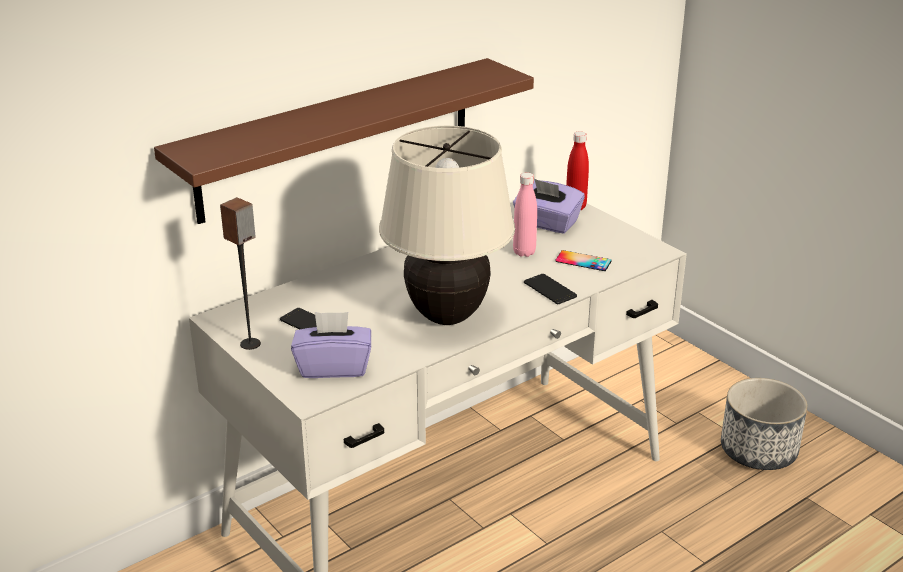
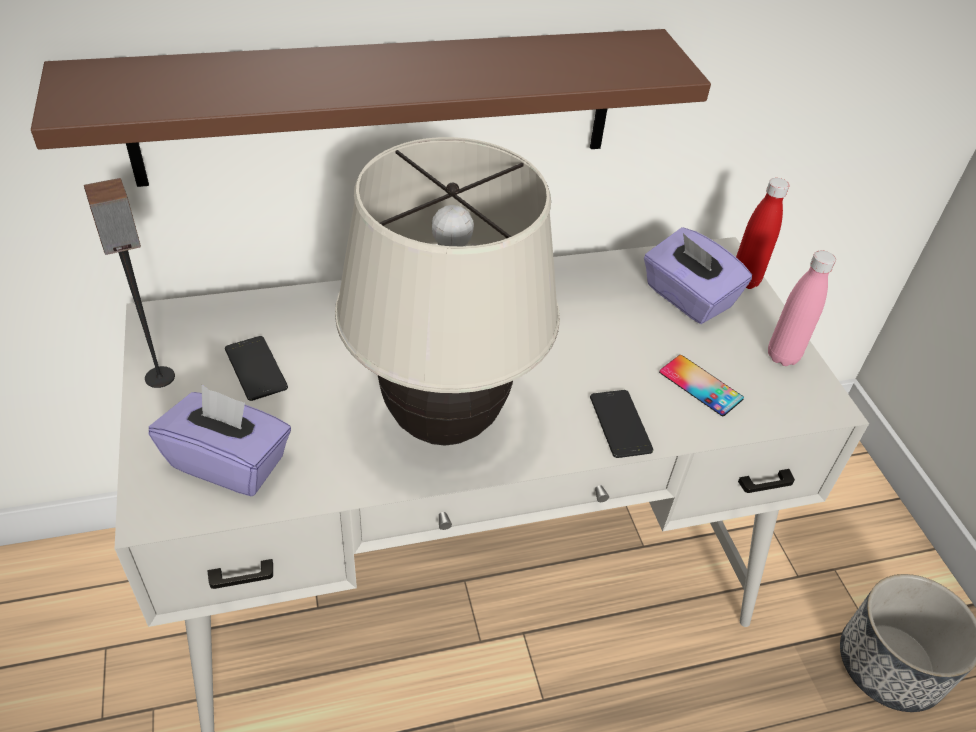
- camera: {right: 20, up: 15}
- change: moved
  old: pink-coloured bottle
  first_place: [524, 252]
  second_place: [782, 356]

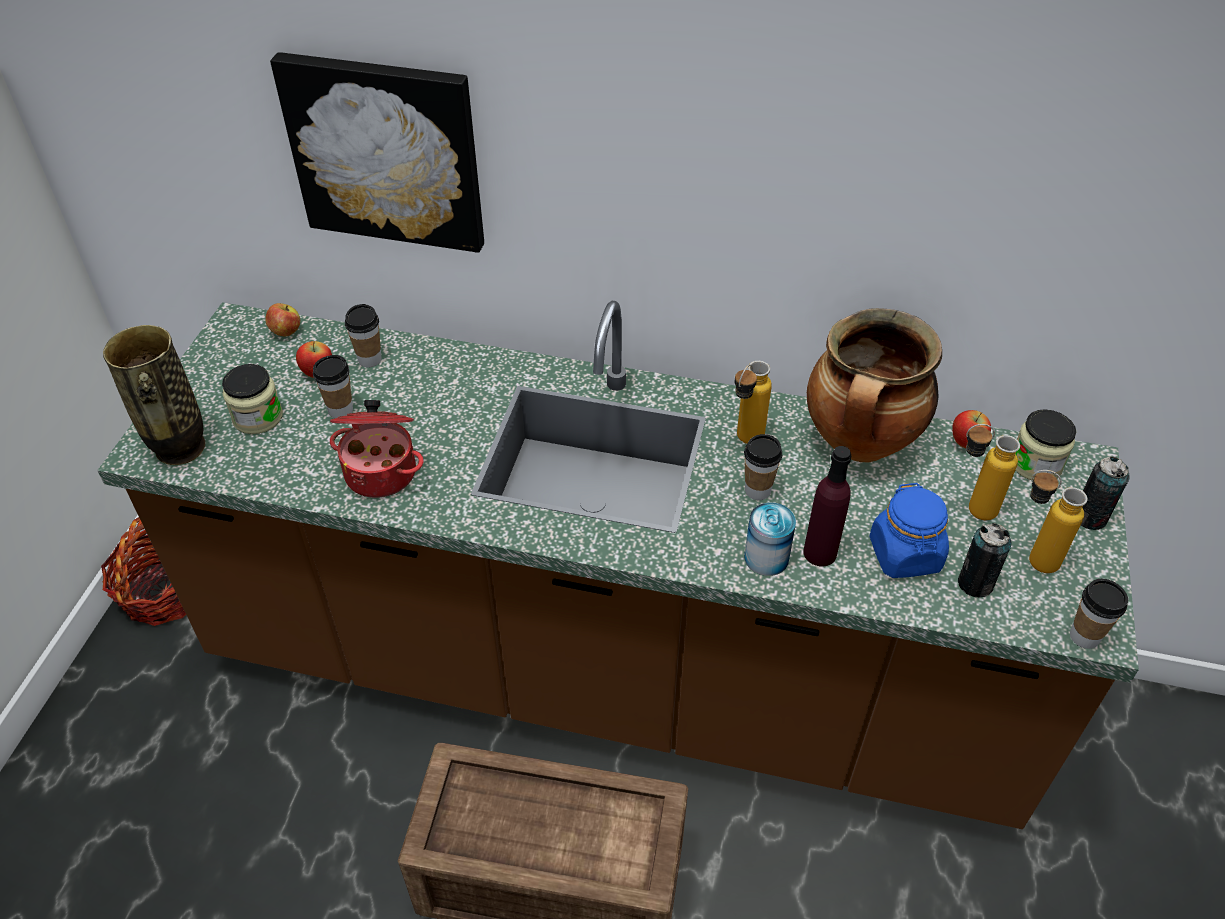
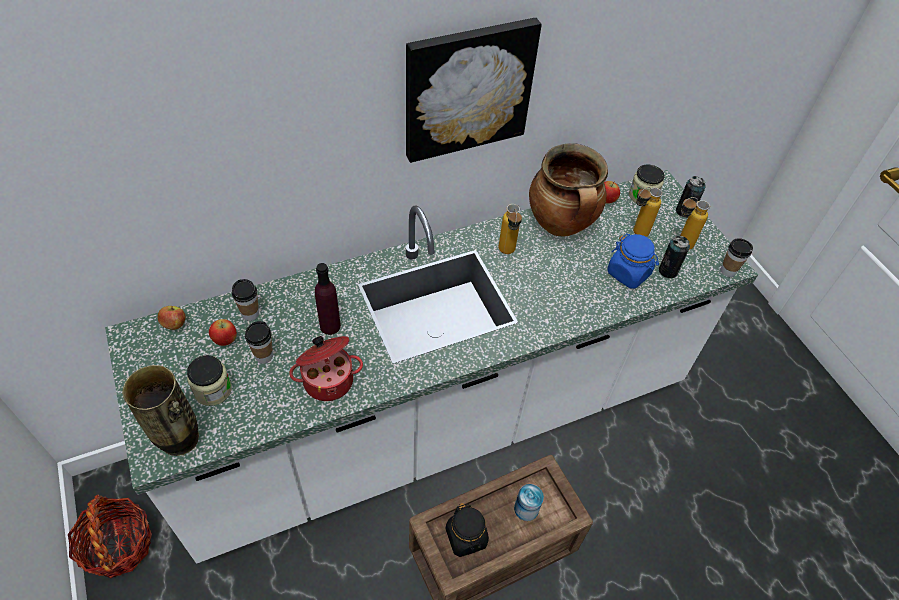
- camera: {right: -40, up: 5}
- change: recoloured
  old: brown kitchen counter
  new: white kitchen counter
  first_place: [612, 676]
  second_place: [439, 423]
- change: moved
  old: purplish bottle
  first_place: [820, 553]
  second_place: [330, 326]
- change: moved
  old: wall art
  first_place: [387, 151]
  second_place: [467, 88]
- change: added
  new: black preserve jar
  second_place: [466, 537]
- change: moved
  old: can
  first_place: [766, 558]
  second_place: [526, 509]
- change: removed
  old: small cup
  first_place: [757, 490]

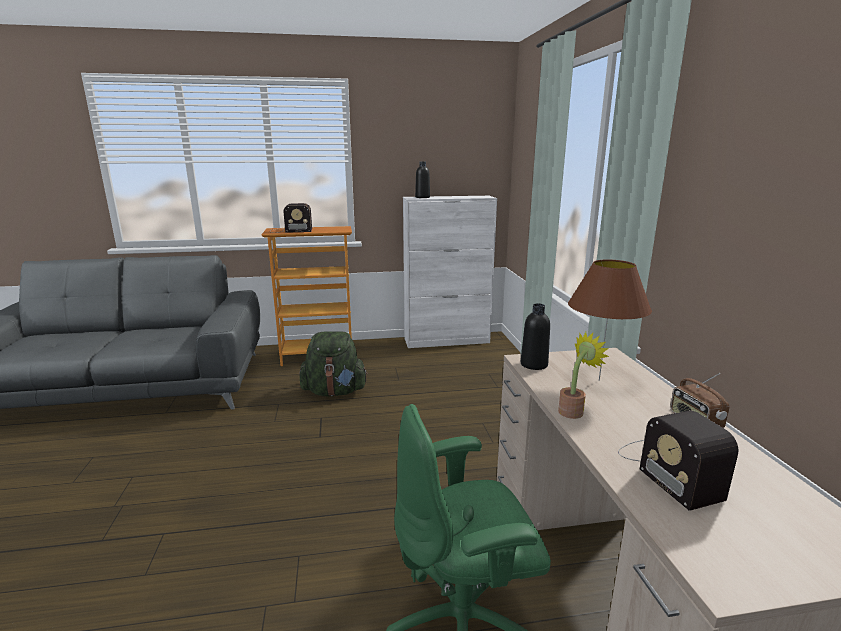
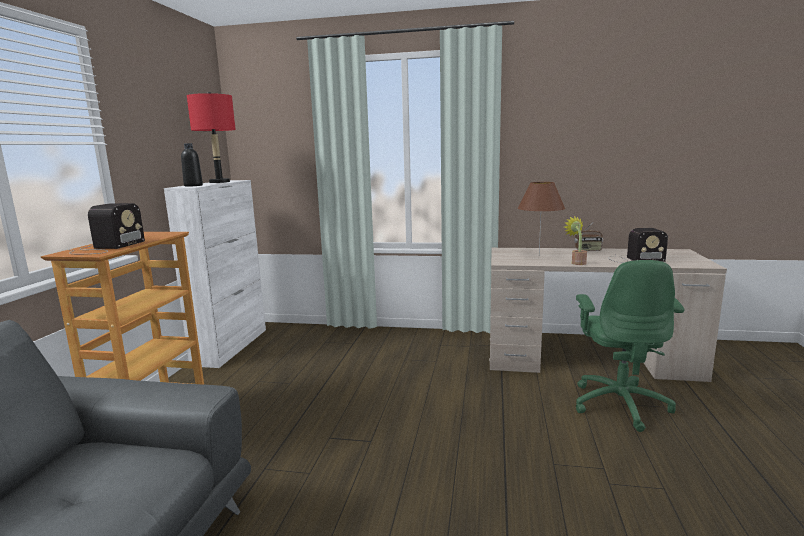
- camera: {right: -70, up: -5}
- change: added
  new: red table lamp
  second_place: [219, 182]
- change: removed
  old: green-coloured knapsack
  first_place: [334, 391]
- change: removed
  old: black bottle
  first_place: [534, 364]

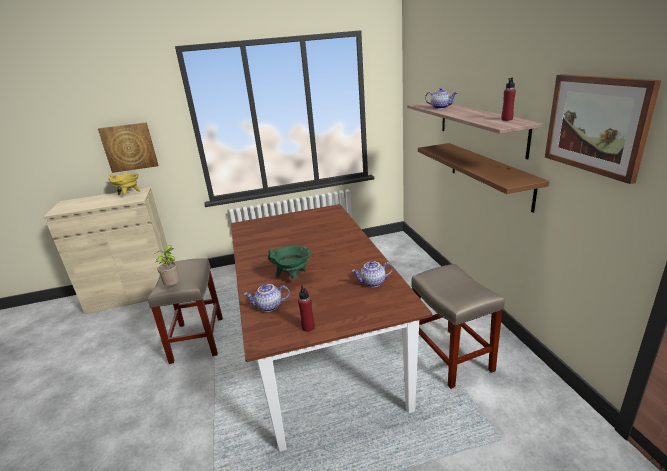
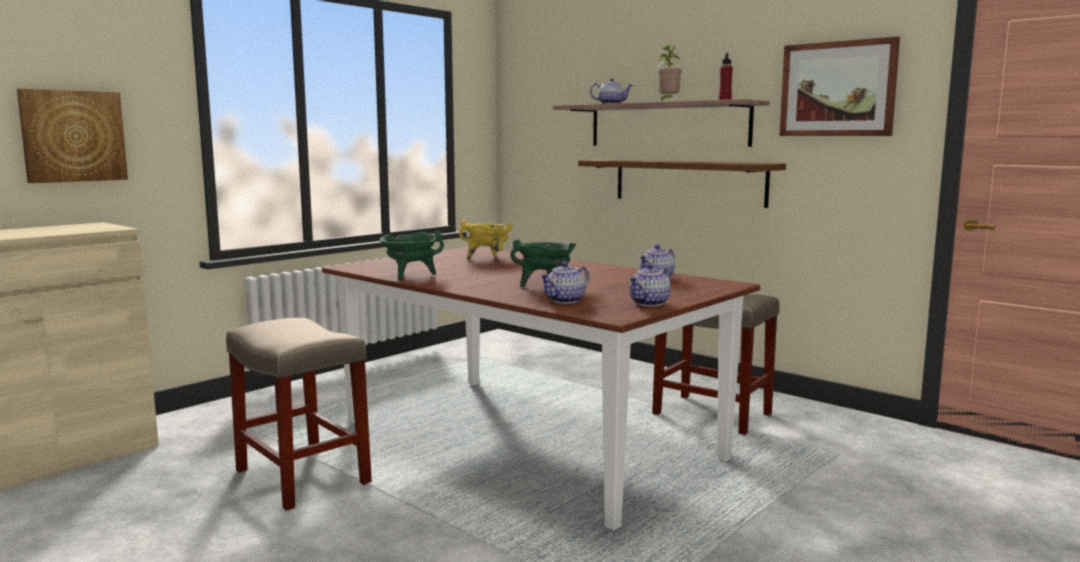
- camera: {right: -35, up: -15}
- change: added
  new: green-coloured cooking pot
  second_place: [411, 276]
- change: moved
  old: yellow-coloured cooking pot
  first_place: [128, 194]
  second_place: [488, 258]
- change: replaced
  old: red bottle
  new: pot for tea
  first_place: [308, 327]
  second_place: [650, 303]
- change: moved
  old: potted plant
  first_place: [174, 286]
  second_place: [668, 101]

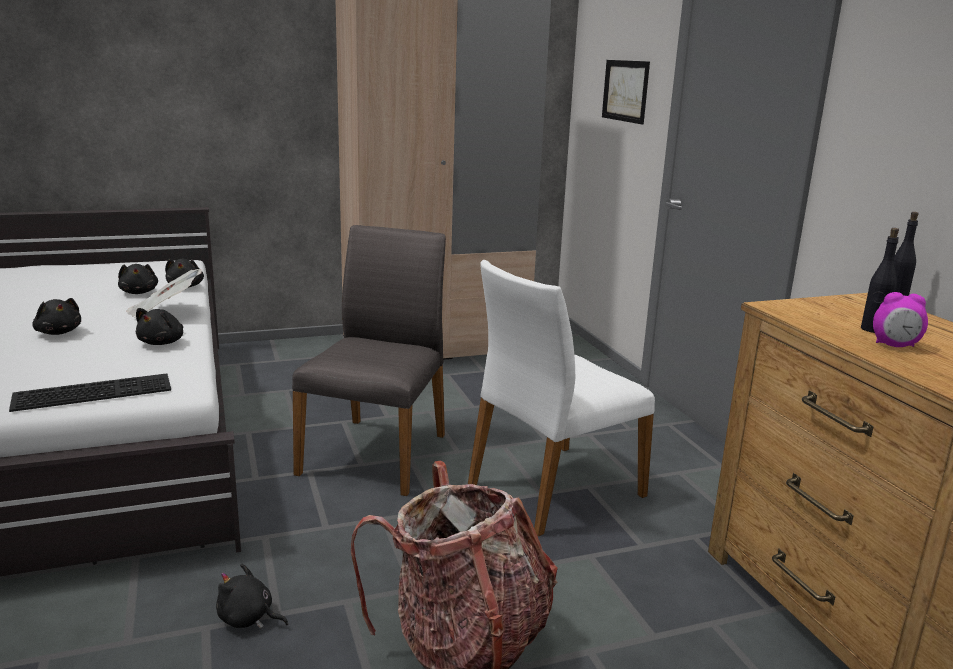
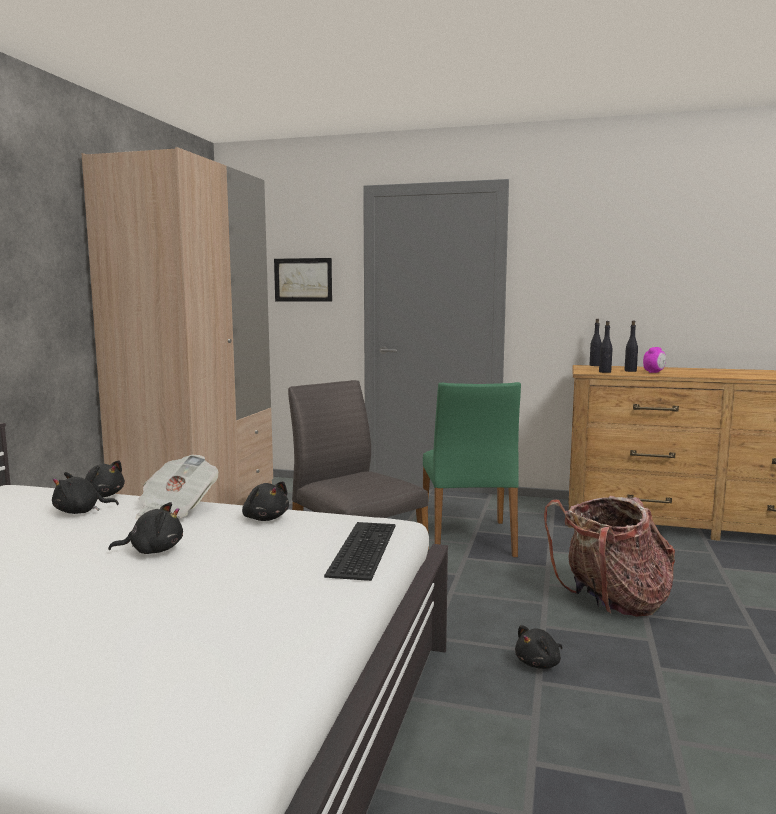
- camera: {right: -55, up: -10}
- change: turned
  old: black plush toy
  first_place: [139, 292]
  second_place: [80, 512]
  degrees: 150
- change: recoloured
  old: white upright chair
  new: green-coloured upright chair
  first_place: [552, 489]
  second_place: [468, 539]
- change: added
  new: black bottle
  second_place: [605, 372]

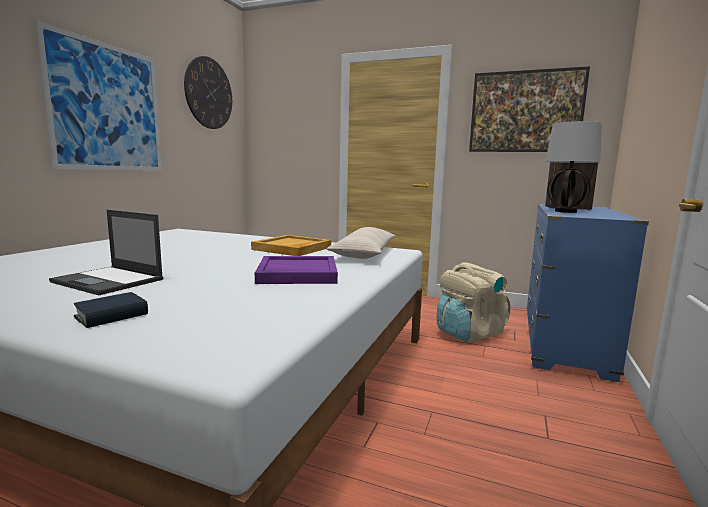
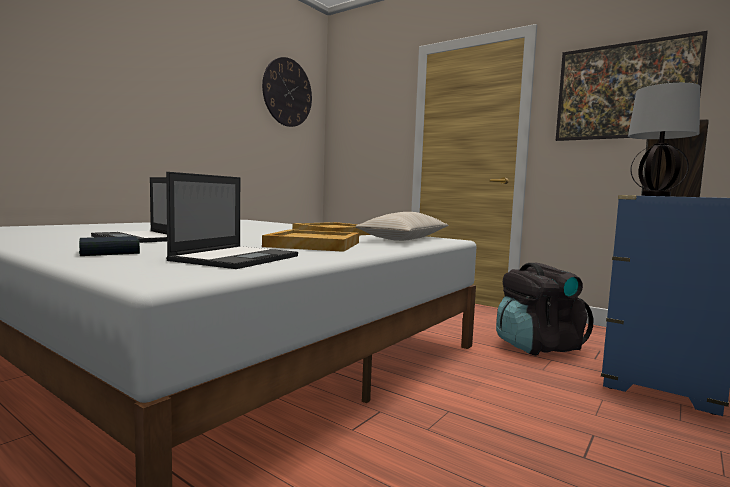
- camera: {right: 15, up: -5}
- change: added
  new: laptop
  second_place: [237, 258]
- change: recoloured
  old: purplish serving tray
  new: sand-coloured serving tray
  first_place: [297, 274]
  second_place: [312, 244]
- change: recoloured
  old: sand-coloured knapsack
  new: black knapsack
  first_place: [468, 333]
  second_place: [537, 346]
- change: removed
  old: wall art
  first_place: [107, 108]

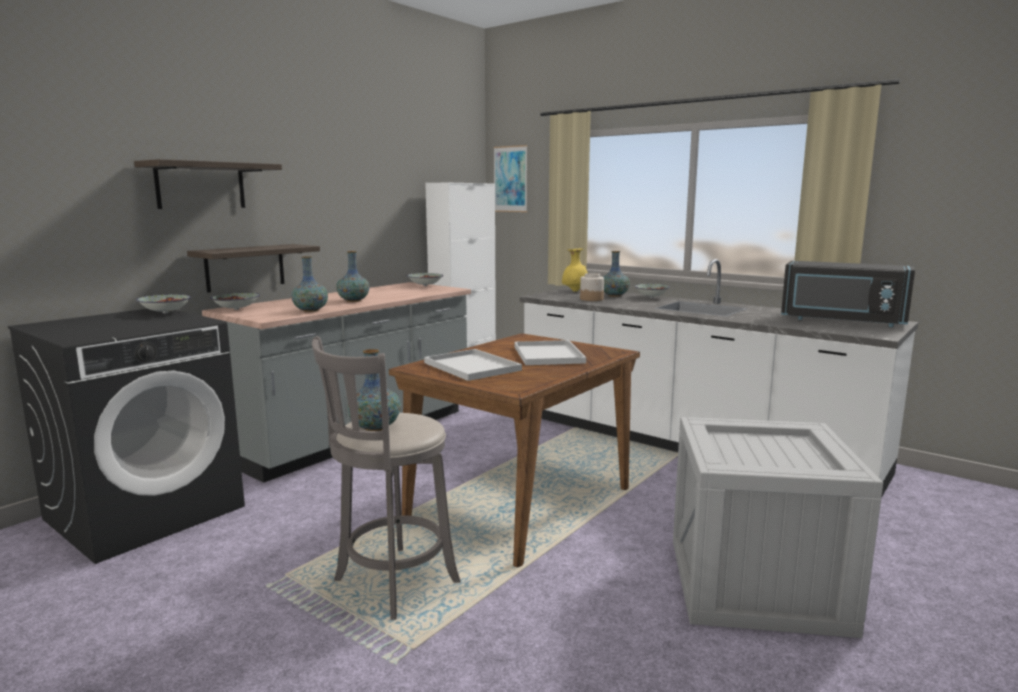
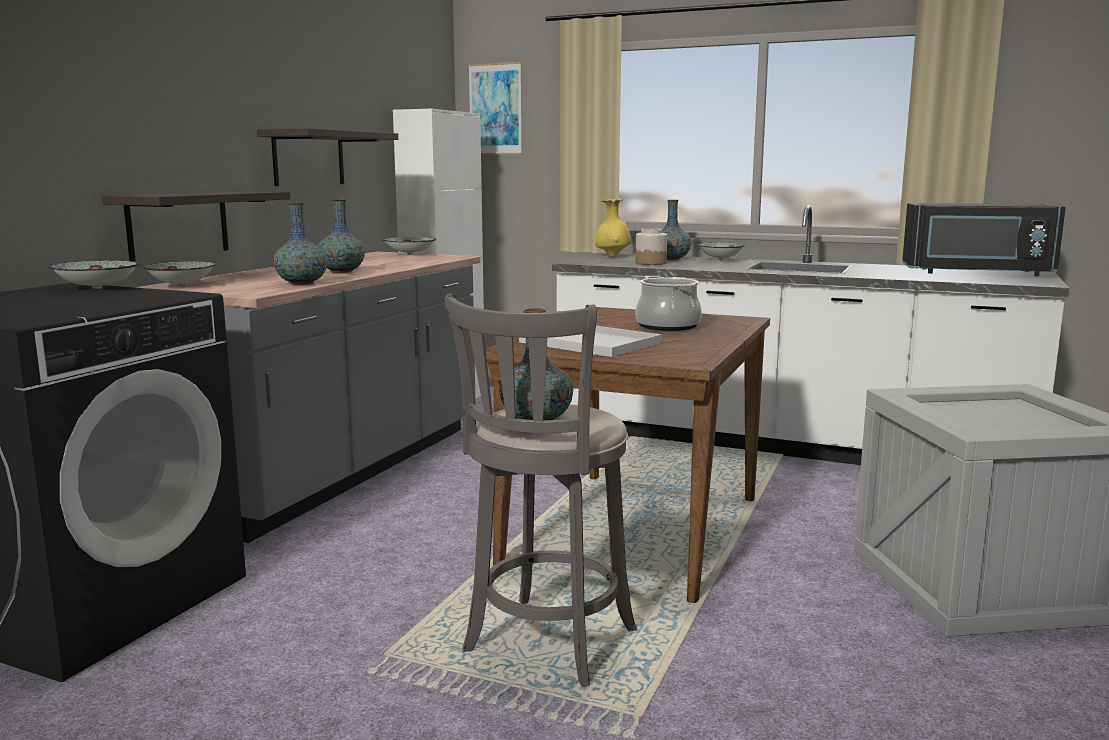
- camera: {right: -15, up: 0}
- change: moved
  old: shelf
  first_place: [201, 185]
  second_place: [308, 158]
- change: replaced
  old: white serving tray
  new: cooking pot
  first_place: [549, 355]
  second_place: [668, 326]

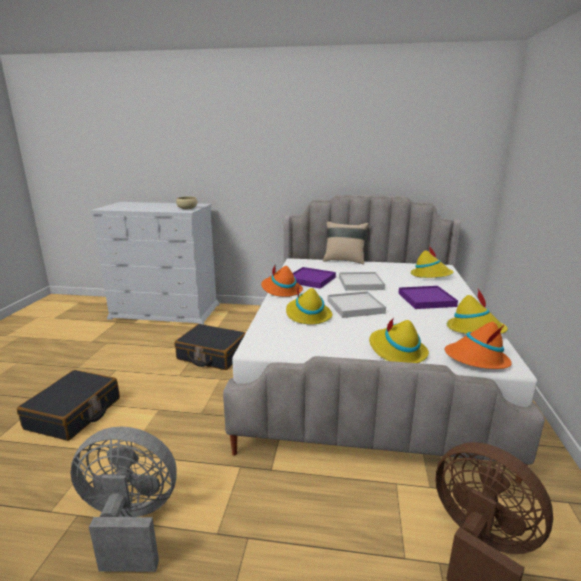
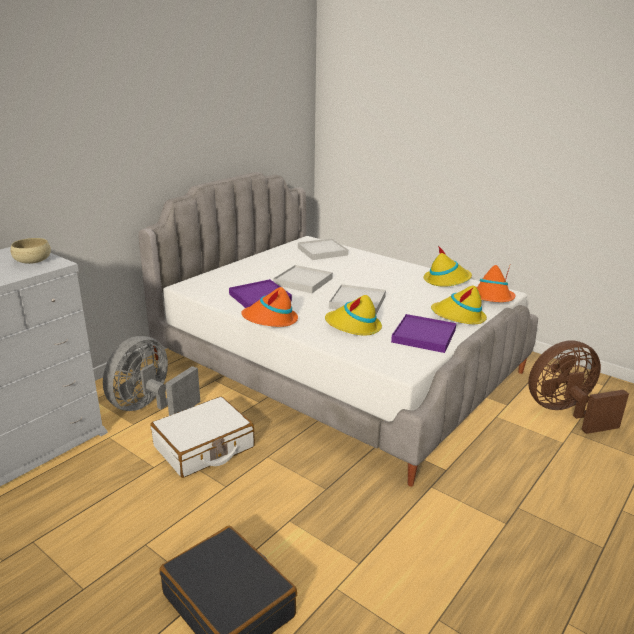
- camera: {right: -60, up: 5}
- change: moved
  old: grey electric fan
  first_place: [130, 523]
  second_place: [150, 407]
- change: recoloured
  old: black travel case
  new: white travel case
  first_place: [212, 355]
  second_place: [204, 447]
- change: replaced
  old: yellow-coloured clothing hat
  new: white serving tray
  first_place: [430, 275]
  second_place: [322, 251]
- change: moved
  old: purplish serving tray
  first_place: [426, 300]
  second_place: [424, 336]
- change: removed
  old: sand-coloured throw pillow
  first_place: [344, 260]

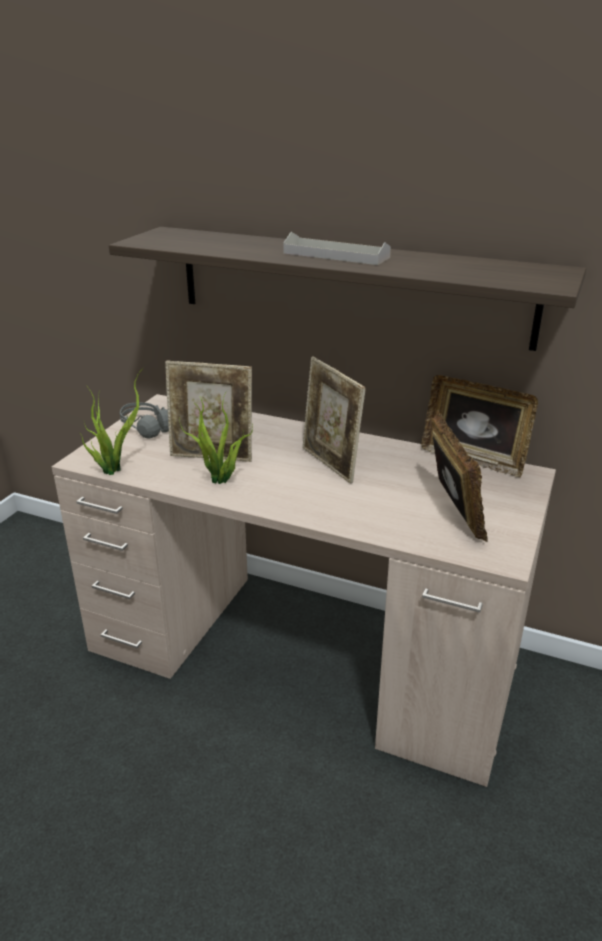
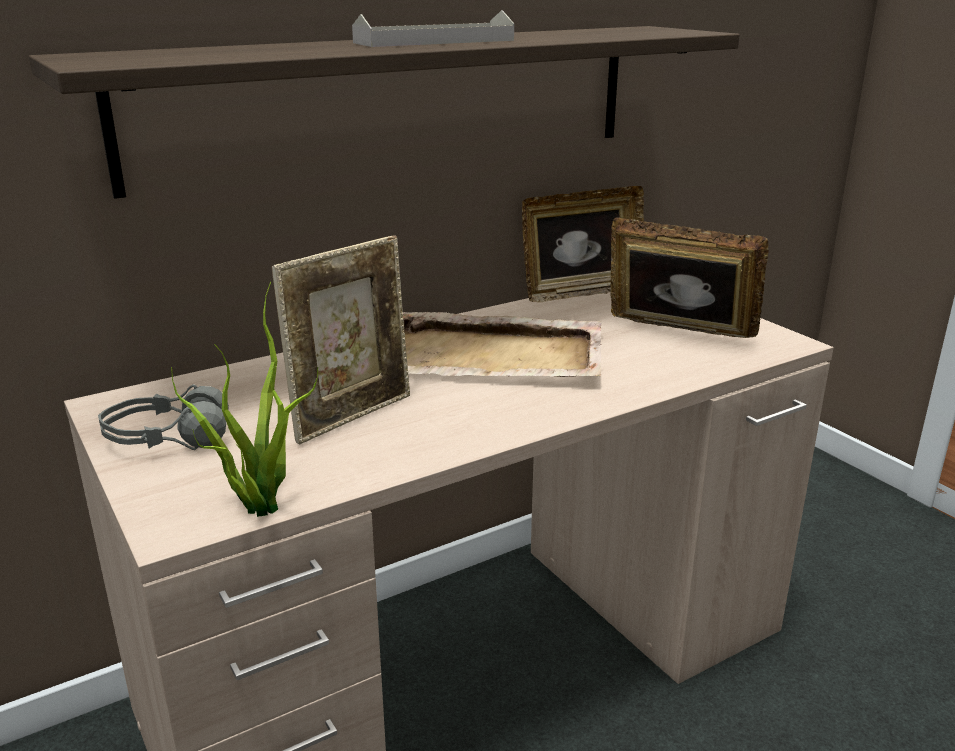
- camera: {right: -55, up: -5}
- change: replaced
  old: picture frame
  new: sand-coloured serving tray
  first_place: [330, 464]
  second_place: [491, 355]
- change: removed
  old: potted plant
  first_place: [220, 481]

